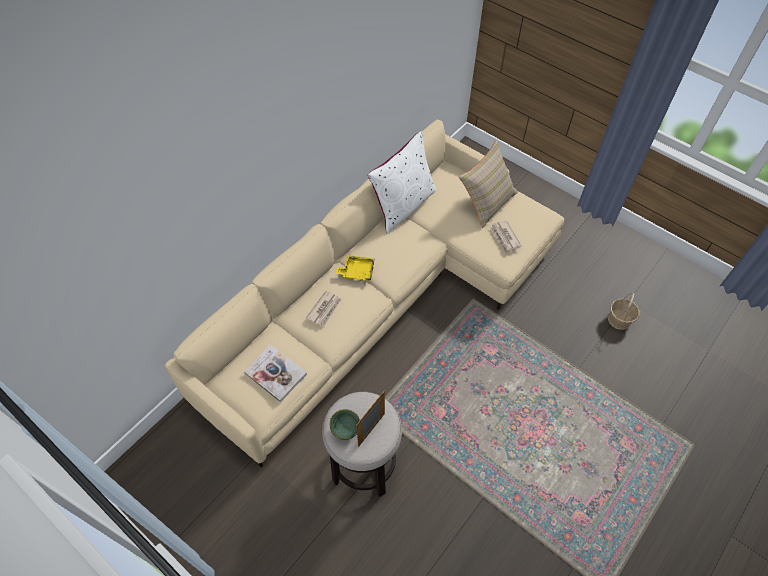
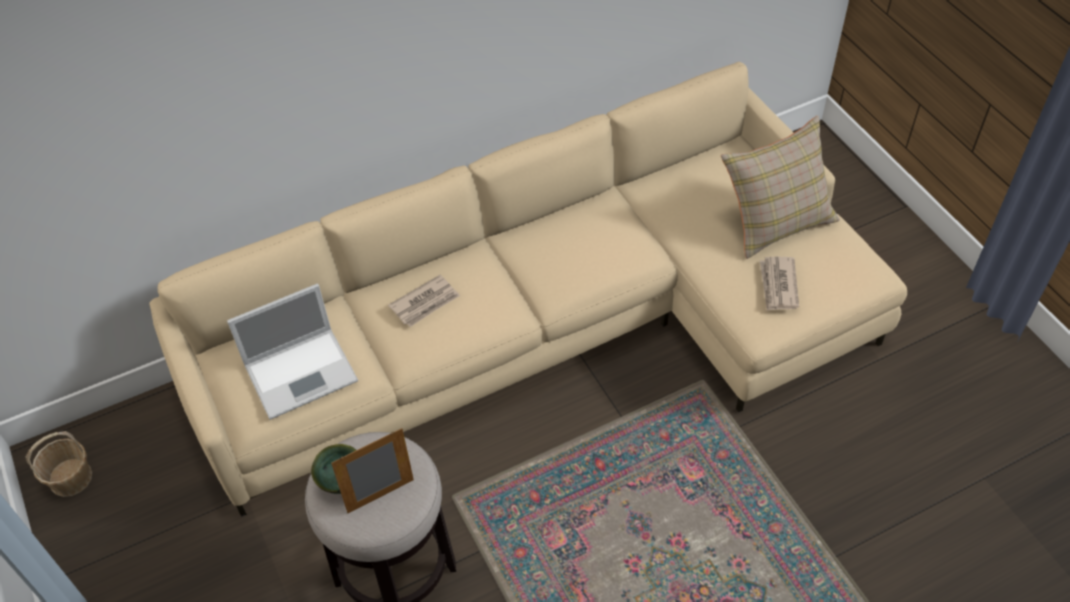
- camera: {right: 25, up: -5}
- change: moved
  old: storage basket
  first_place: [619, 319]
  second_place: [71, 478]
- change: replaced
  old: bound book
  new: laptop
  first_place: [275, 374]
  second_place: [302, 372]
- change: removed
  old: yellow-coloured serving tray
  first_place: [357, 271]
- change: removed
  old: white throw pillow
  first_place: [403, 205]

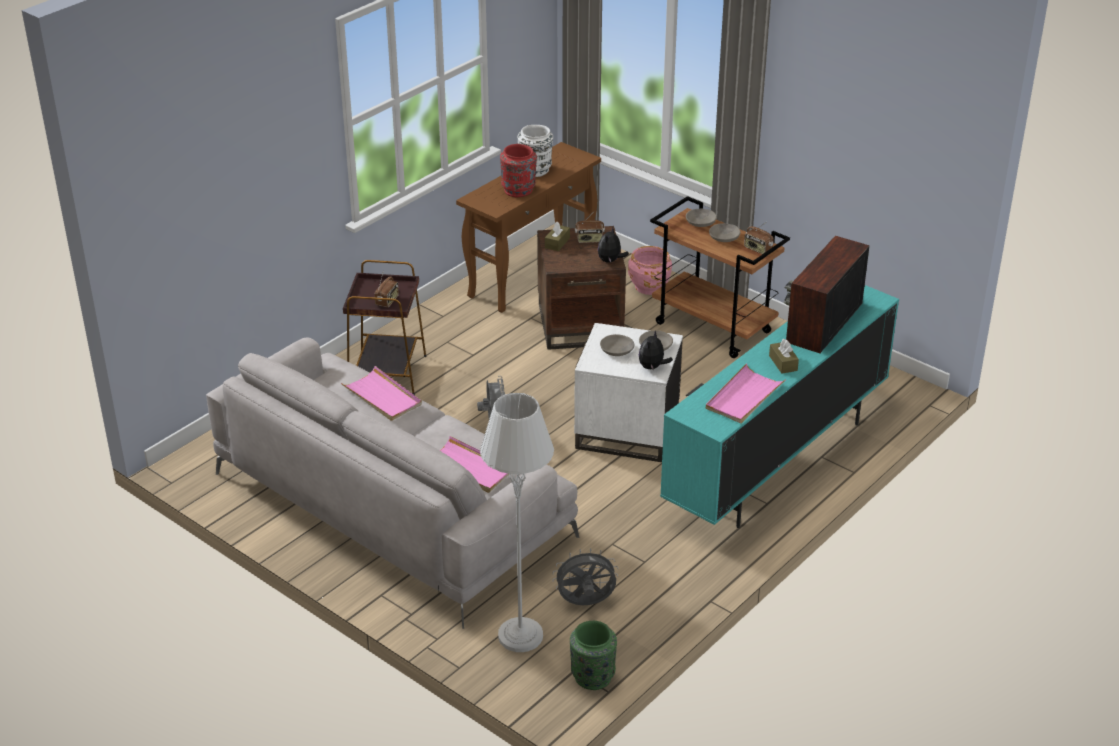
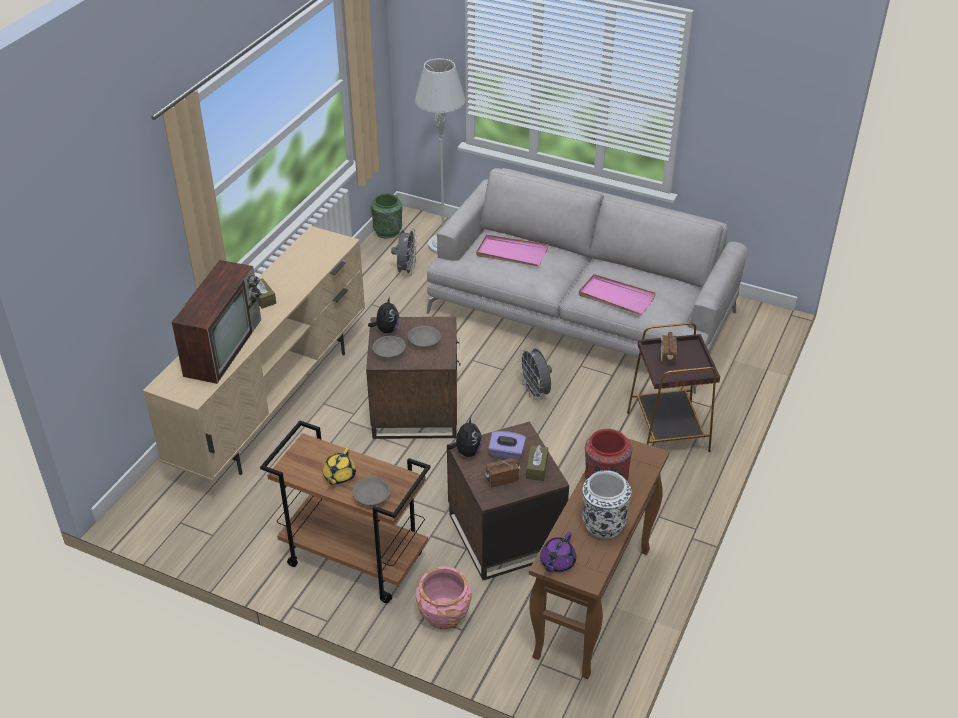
- camera: {right: 165, up: 5}
- change: recoloured
  old: turquoise tv unit
  new: sand-coloured tv unit
  first_place: [775, 463]
  second_place: [274, 403]
- change: replaced
  old: grey deep dish
  new: yellow-coloured pot for tea
  first_place: [724, 237]
  second_place: [339, 476]
- change: recoloured
  old: white side table
  new: brown side table
  first_place: [626, 431]
  second_place: [415, 411]
- change: turned
  old: grey electric fan
  first_place: [585, 604]
  second_place: [406, 270]
  degrees: -60
- change: added
  new: purplish tissue box
  second_place: [506, 454]
- change: added
  new: purplish pot for tea
  second_place: [557, 562]
- change: removed
  old: pink-coloured serving tray
  first_place: [744, 397]
- change: removed
  old: radio receiver
  first_place: [757, 249]

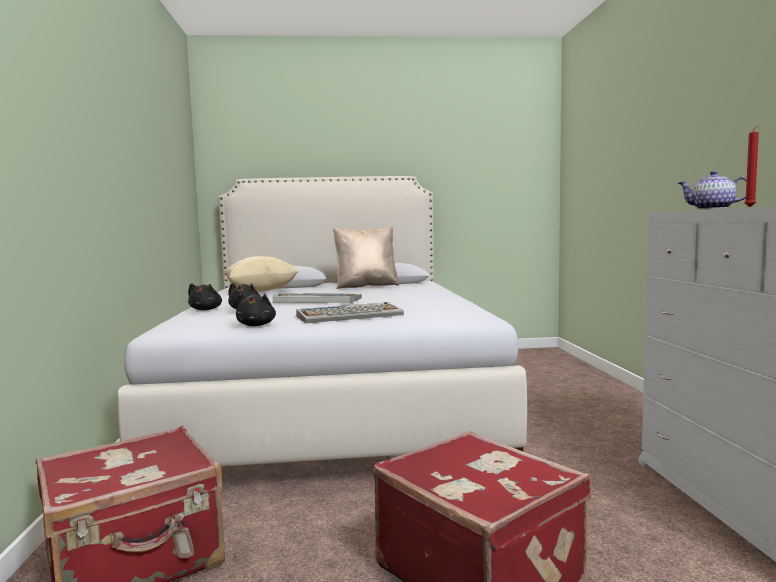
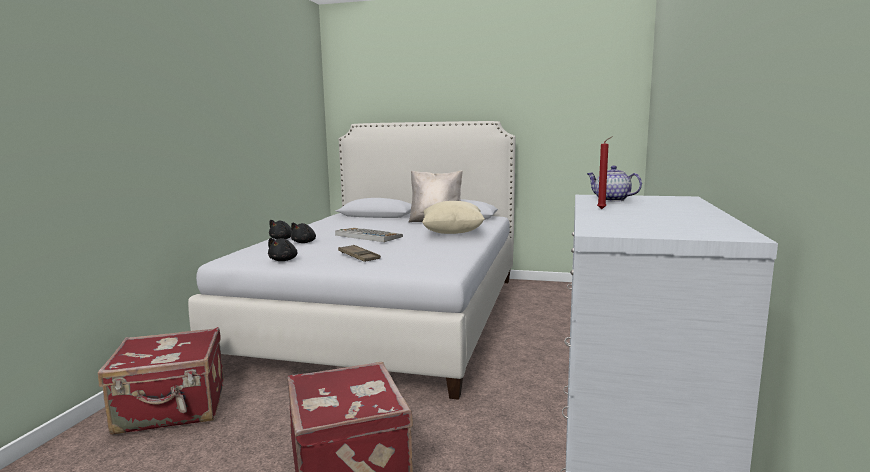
- camera: {right: 20, up: 5}
- change: replaced
  old: computer keyboard
  new: brown serving tray
  first_place: [350, 315]
  second_place: [359, 257]
- change: moved
  old: sand-coloured throw pillow
  first_place: [261, 291]
  second_place: [452, 233]

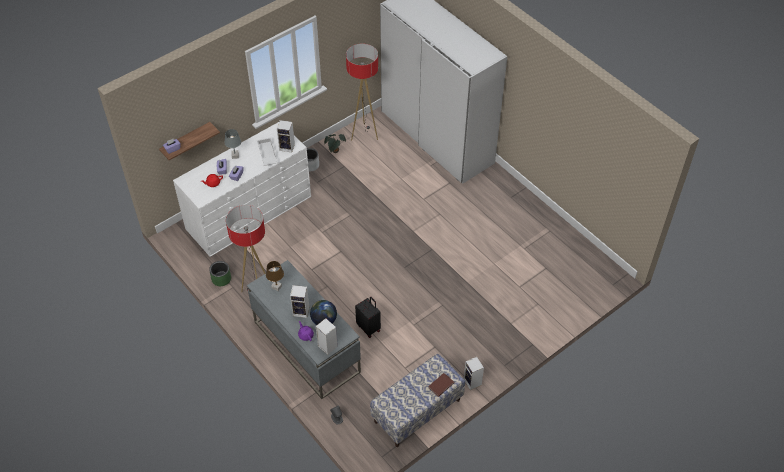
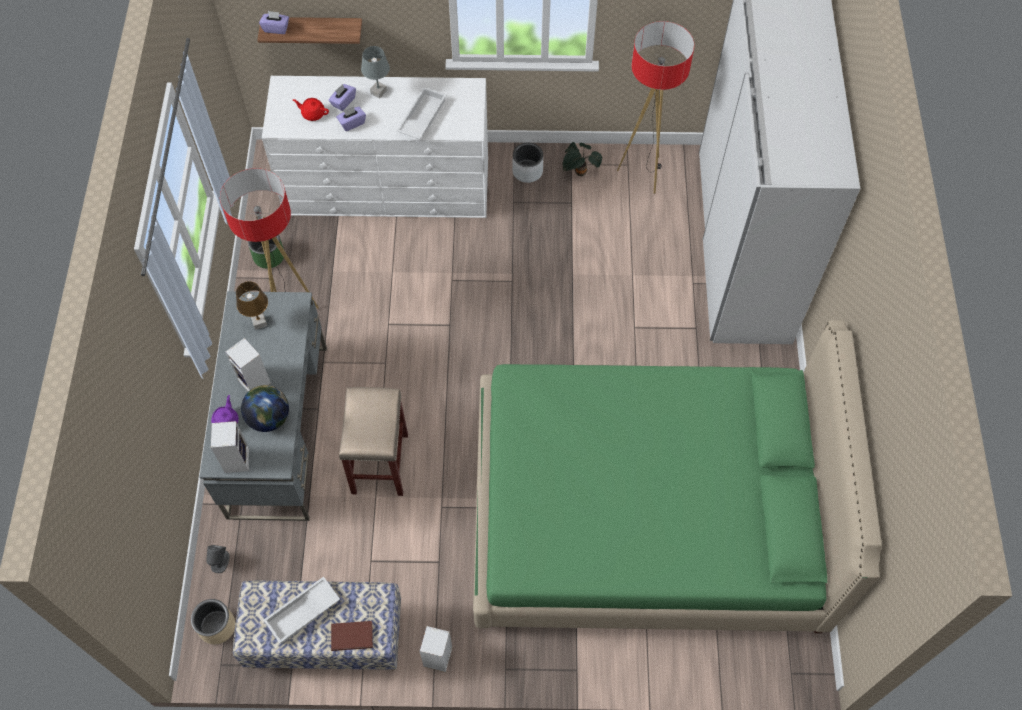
- camera: {right: 40, up: 10}
- change: added
  new: sand-coloured flower pot
  second_place: [217, 626]
- change: added
  new: white serving tray
  second_place: [303, 613]
- change: replaced
  old: black travel case
  new: sand-coloured stool seat
  first_place: [369, 327]
  second_place: [380, 464]
- change: added
  new: green-coloured bedroom bed
  second_place: [646, 514]
- change: removed
  old: speaker
  first_place: [287, 147]

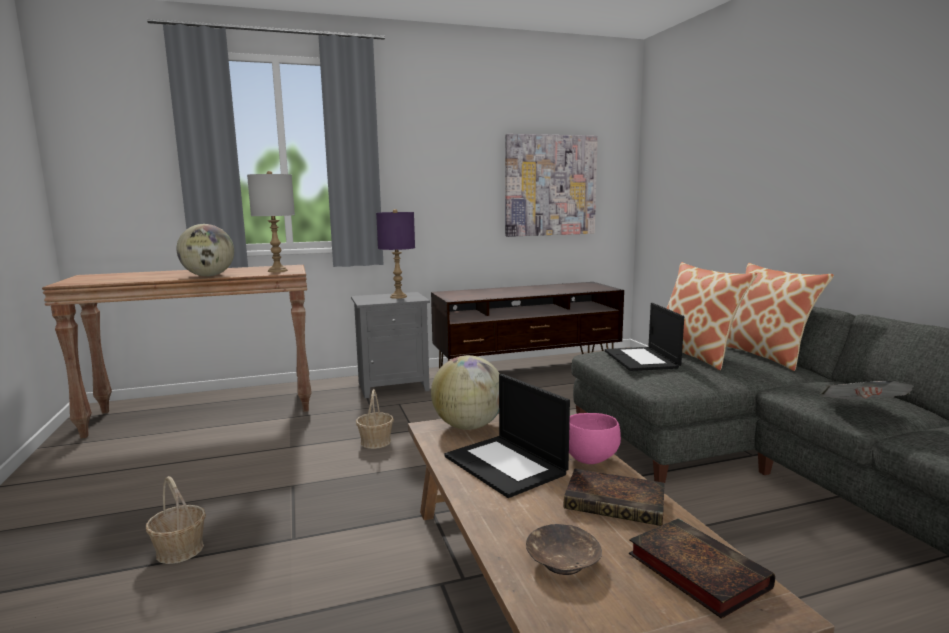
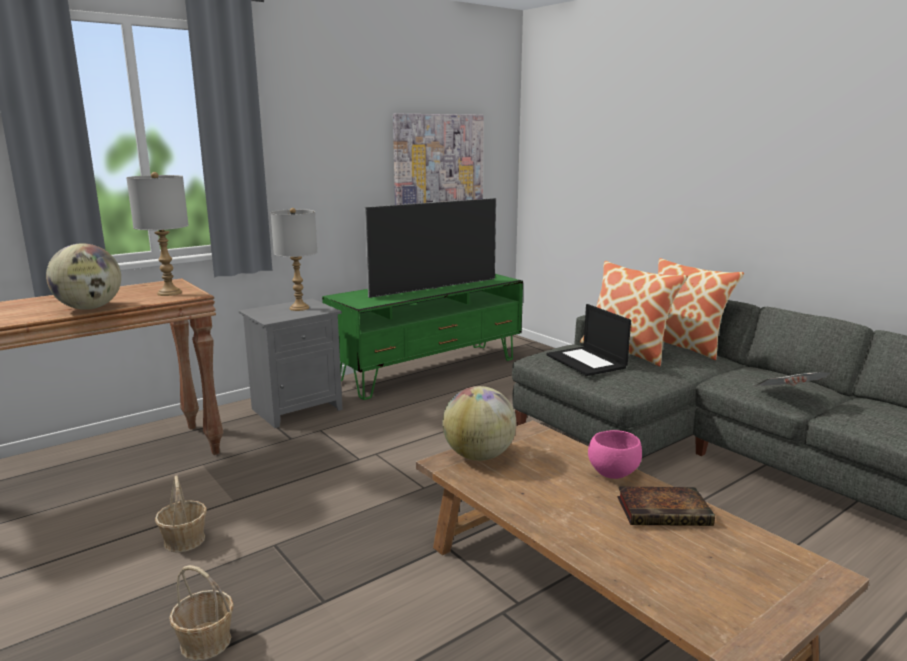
- camera: {right: -20, up: 5}
- change: moved
  old: storage basket
  first_place: [376, 442]
  second_place: [184, 540]
- change: recoloured
  old: purplish table lamp
  new: grey table lamp
  first_place: [398, 297]
  second_place: [299, 308]
- change: recoloured
  old: brown tv unit
  new: green-coloured tv unit
  first_place: [527, 368]
  second_place: [429, 370]
- change: added
  new: TV
  second_place: [434, 288]
- change: removed
  old: laptop
  first_place: [506, 465]
- change: removed
  old: brown deep dish
  first_place: [562, 562]
- change: removed
  old: bound book
  first_place: [693, 570]

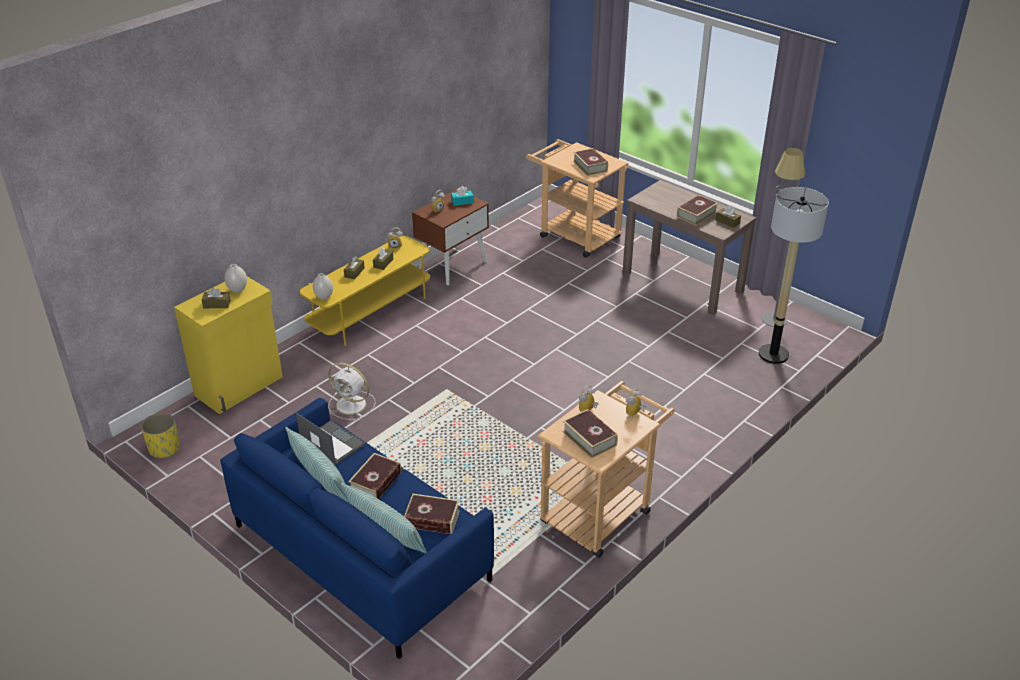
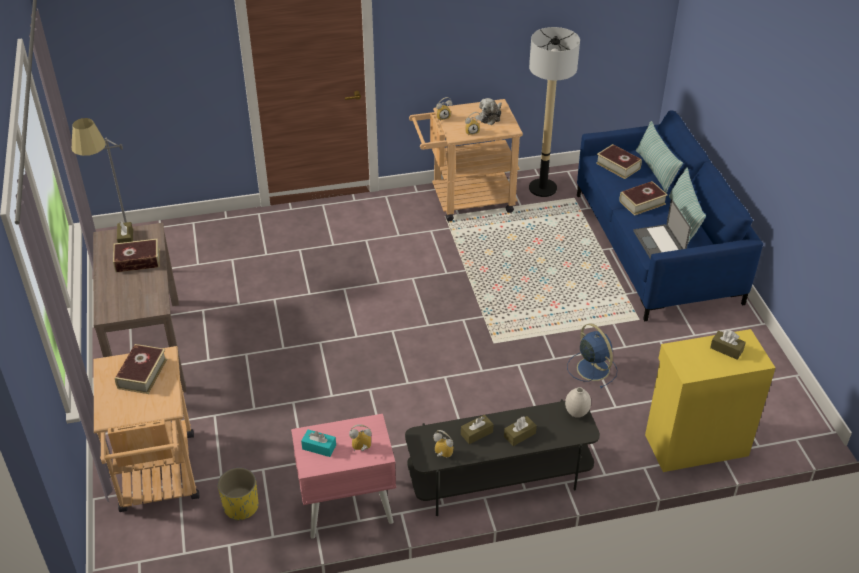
- camera: {right: -145, up: 5}
- change: moved
  old: yellow-coloured flower pot
  first_place: [164, 449]
  second_place: [241, 506]
- change: recoloured
  old: brown nightstand
  new: pink-coloured nightstand
  first_place: [453, 265]
  second_place: [346, 506]
- change: recoloured
  old: yellow-coloured tv unit
  new: grey tv unit
  first_place: [371, 312]
  second_place: [498, 479]
- change: replaced
  old: bound book
  new: plush toy
  first_place: [589, 438]
  second_place: [491, 117]
- change: moved
  old: standard lamp
  first_place: [773, 354]
  second_place: [543, 188]
- change: recoloured
  old: white electric fan
  new: bluish electric fan
  first_place: [352, 405]
  second_place: [592, 368]
- change: removed
  old: white vase
  first_place: [237, 290]

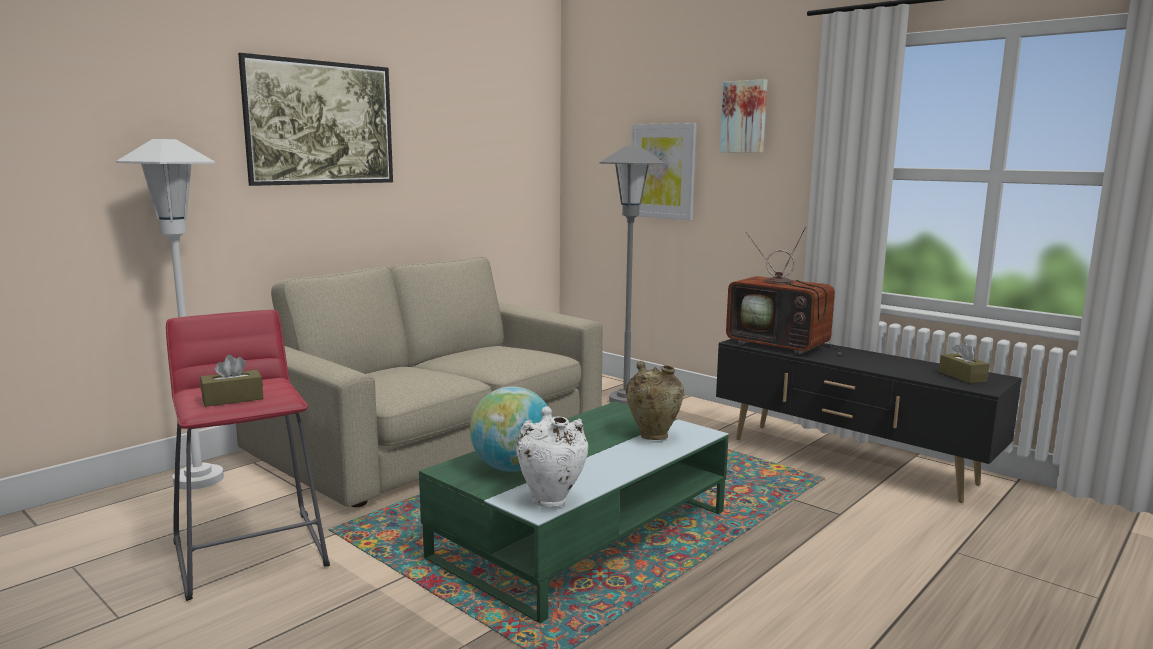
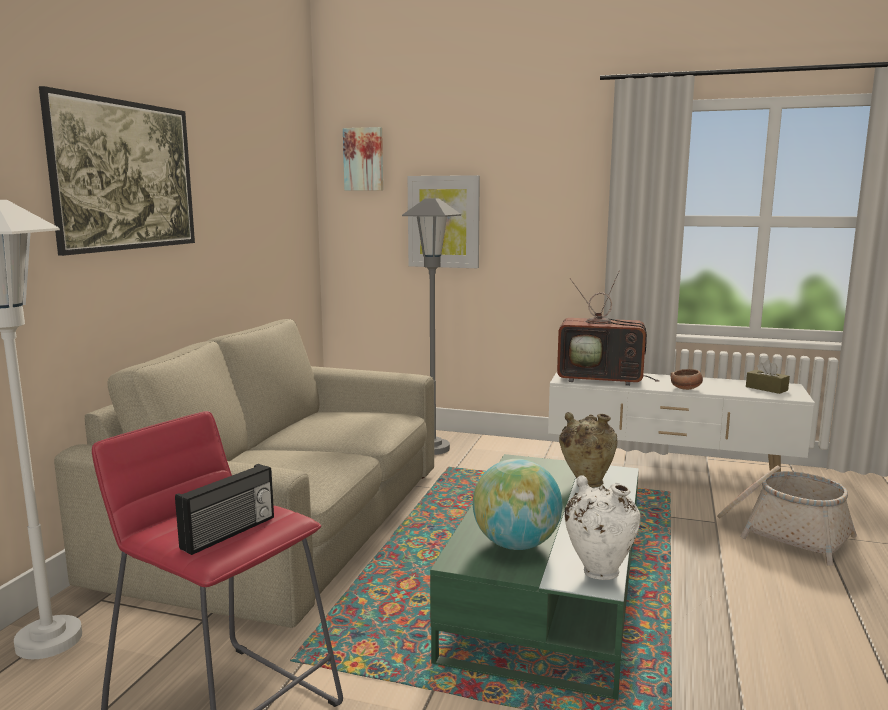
- camera: {right: -25, up: 0}
- change: replaced
  old: brown tissue box
  new: radio receiver
  first_place: [233, 399]
  second_place: [230, 533]
- change: moved
  old: wall art
  first_place: [745, 117]
  second_place: [364, 159]
- change: recoloured
  old: black tv unit
  new: white tv unit
  first_place: [849, 461]
  second_place: [669, 473]
- change: added
  new: deep dish
  second_place: [686, 389]
- change: added
  new: storage basket
  second_place: [782, 532]

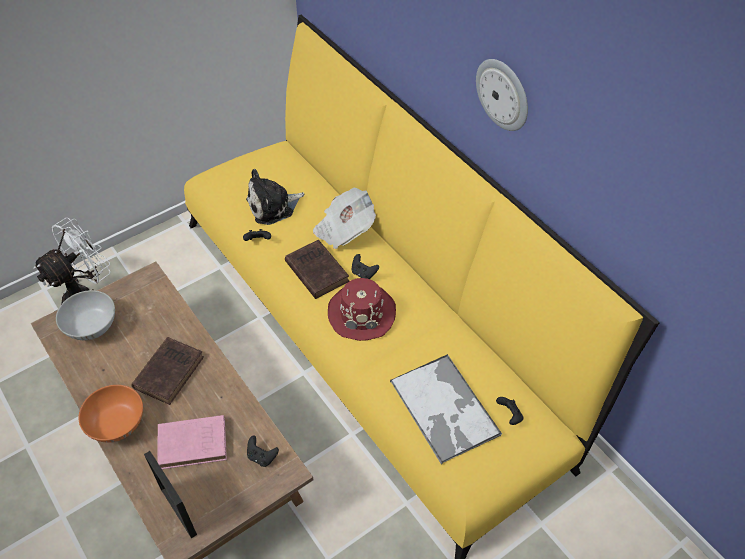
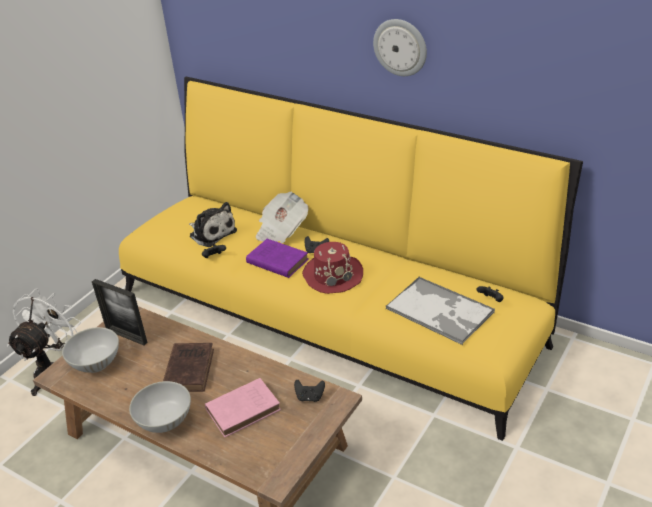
- camera: {right: -20, up: -15}
- change: moved
  old: picture frame
  first_place: [178, 511]
  second_place: [126, 336]
- change: recoloured
  old: orangey deep dish
  new: white deep dish
  first_place: [117, 425]
  second_place: [164, 421]
- change: turned
  old: plush toy
  first_place: [273, 206]
  second_place: [211, 233]
  degrees: -90
- change: recoloured
  old: brown bound book
  new: purplish bound book
  first_place: [316, 270]
  second_place: [276, 261]

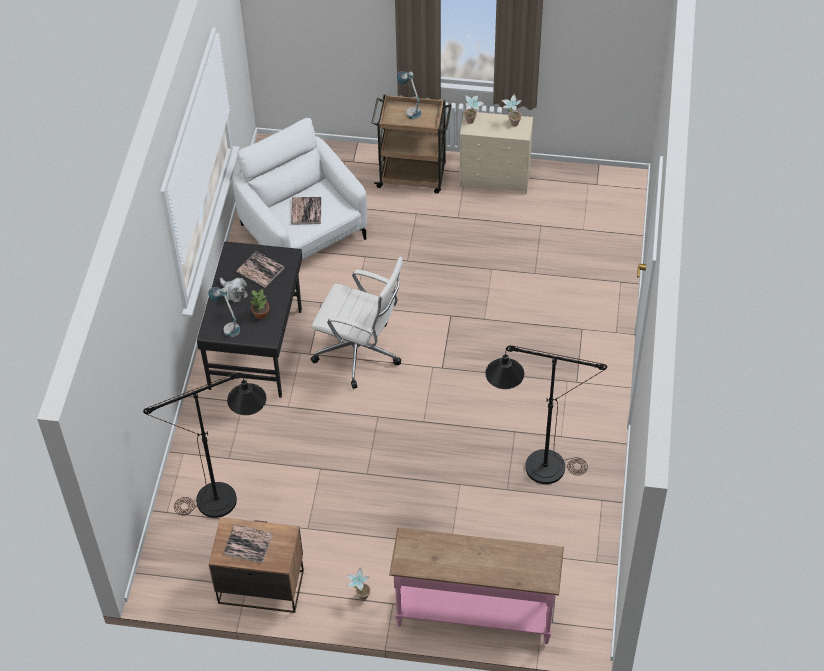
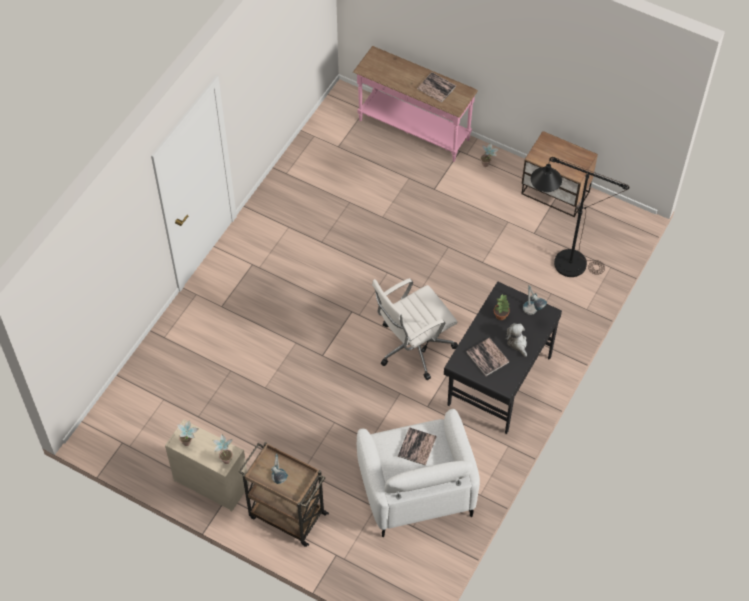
- camera: {right: -160, up: 5}
- change: turned
  old: white desk chair
  first_place: [360, 353]
  second_place: [413, 347]
  degrees: -75
- change: moved
  old: bound book
  first_place: [248, 544]
  second_place: [436, 88]
- change: removed
  old: black standard lamp
  first_place: [533, 467]

